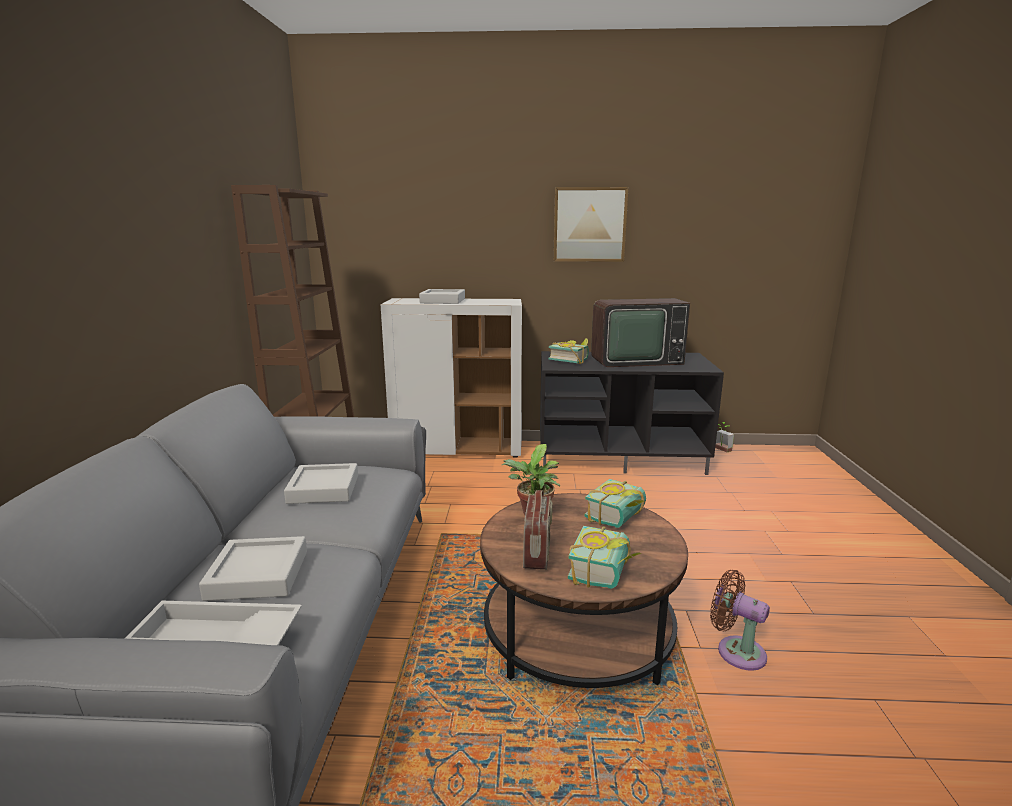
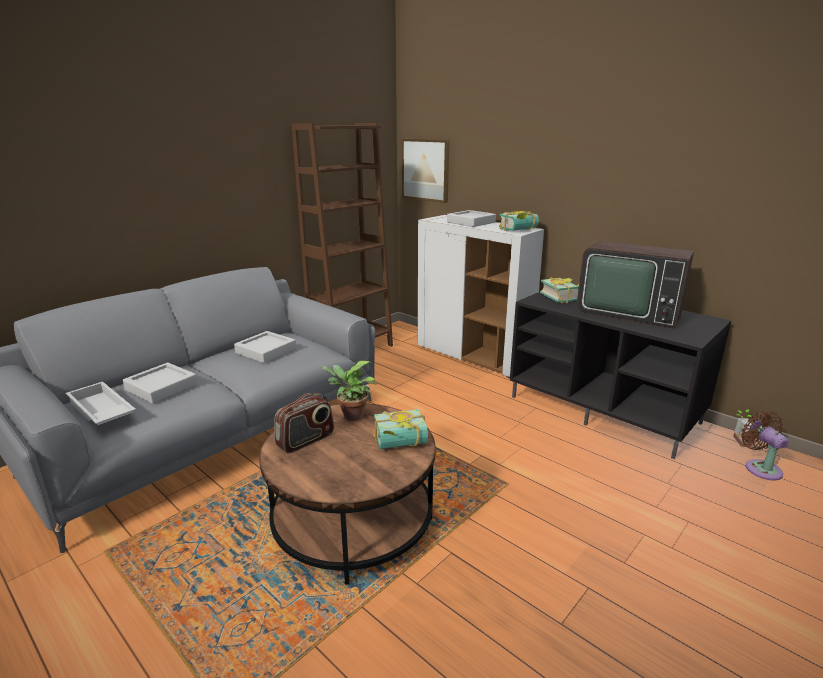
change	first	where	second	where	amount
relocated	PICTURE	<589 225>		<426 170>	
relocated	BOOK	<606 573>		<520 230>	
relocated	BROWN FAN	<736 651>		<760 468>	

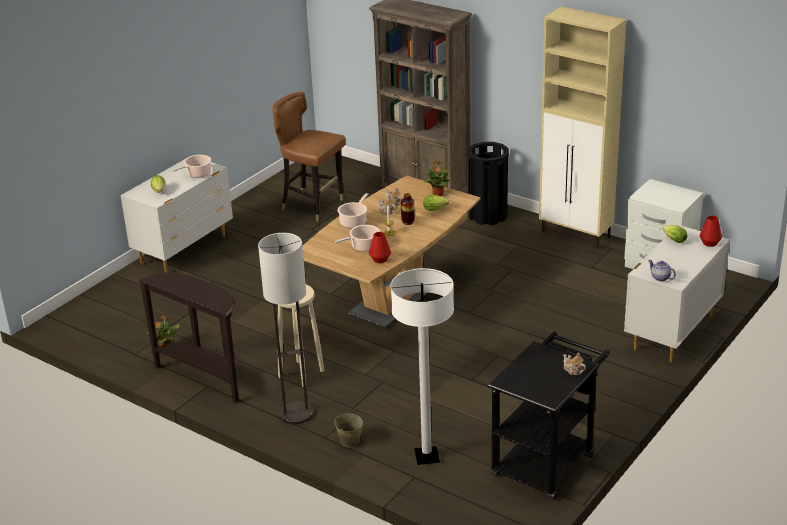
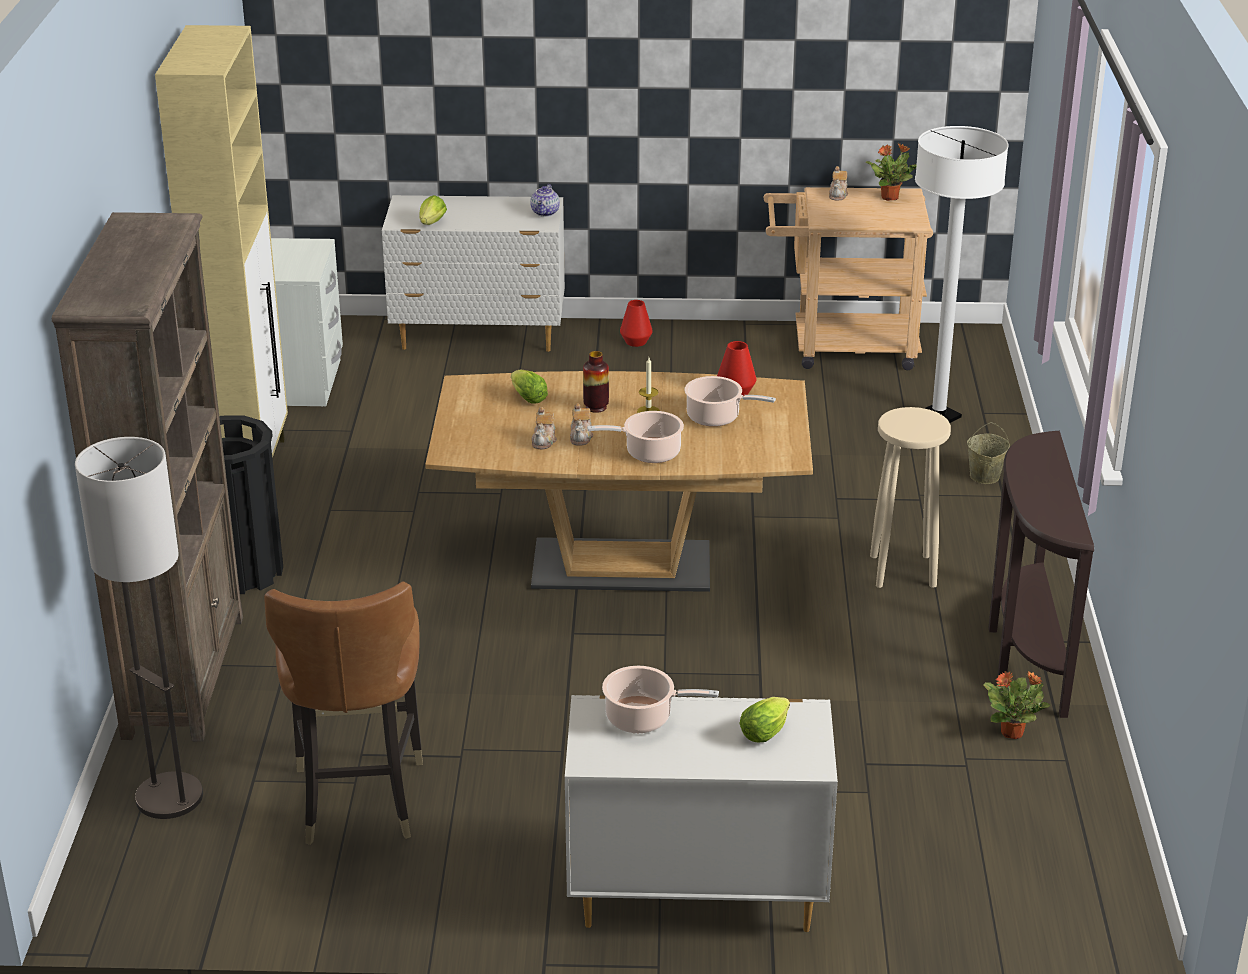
change	first	where	second	where	amount
relocated	POTTED PLANT	<437 194>		<890 197>	
relocated	RED VASE	<710 243>		<636 342>	
relocated	FLOOR LAMP	<296 413>		<168 797>	
colour	BLACK CART	<547 459>	BEIGE CART	<842 347>	

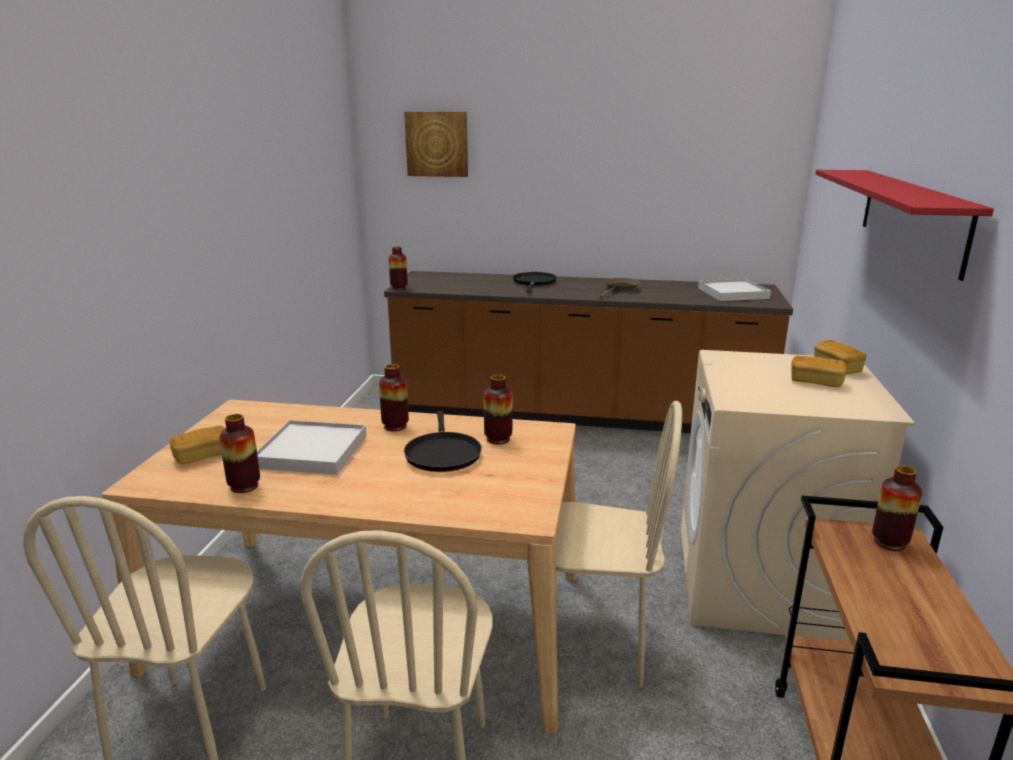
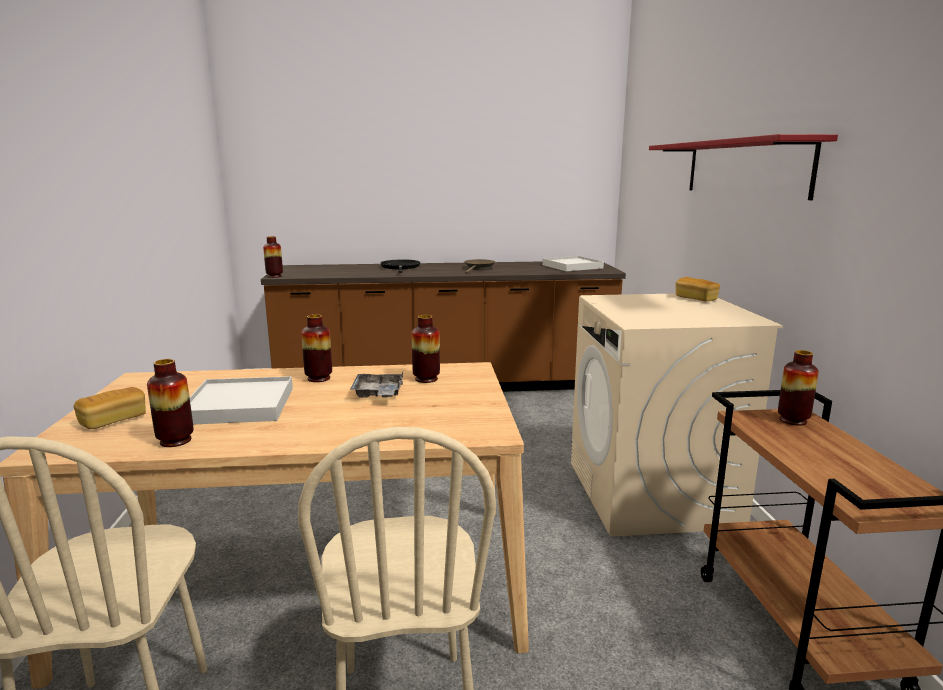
change	first	where	second	where	amount
missing	PICTURE	<437 144>			
missing	BREAD	<816 382>			
missing	BEIGE CHAIR	<593 644>			
exchanged	BLACK FRYING PAN	<442 453>	GREY TRAY	<378 394>	

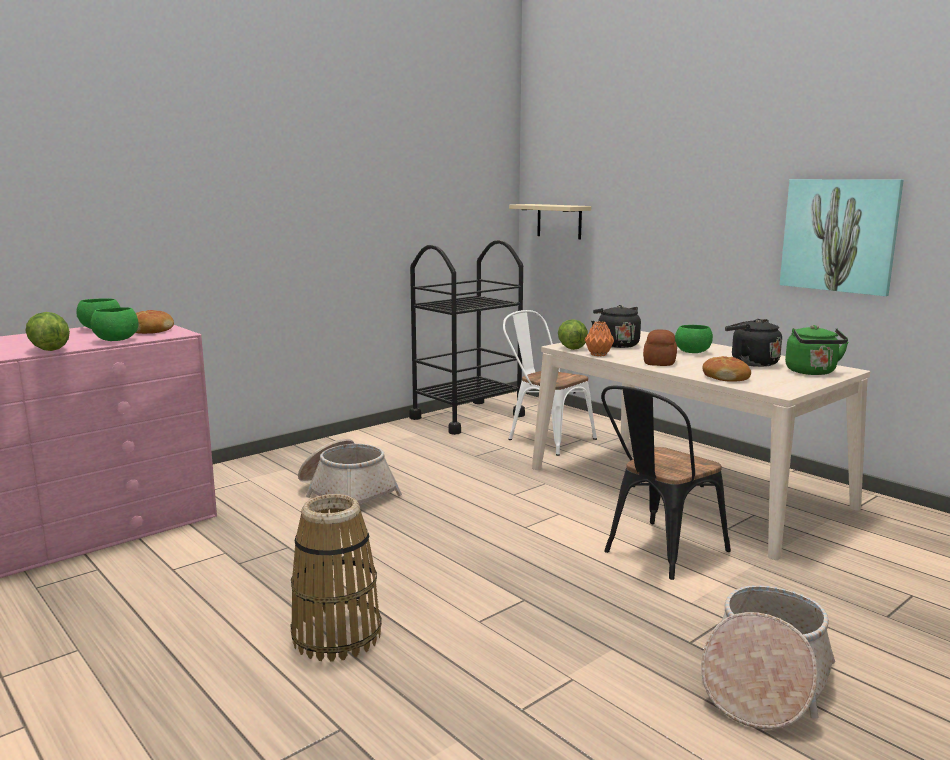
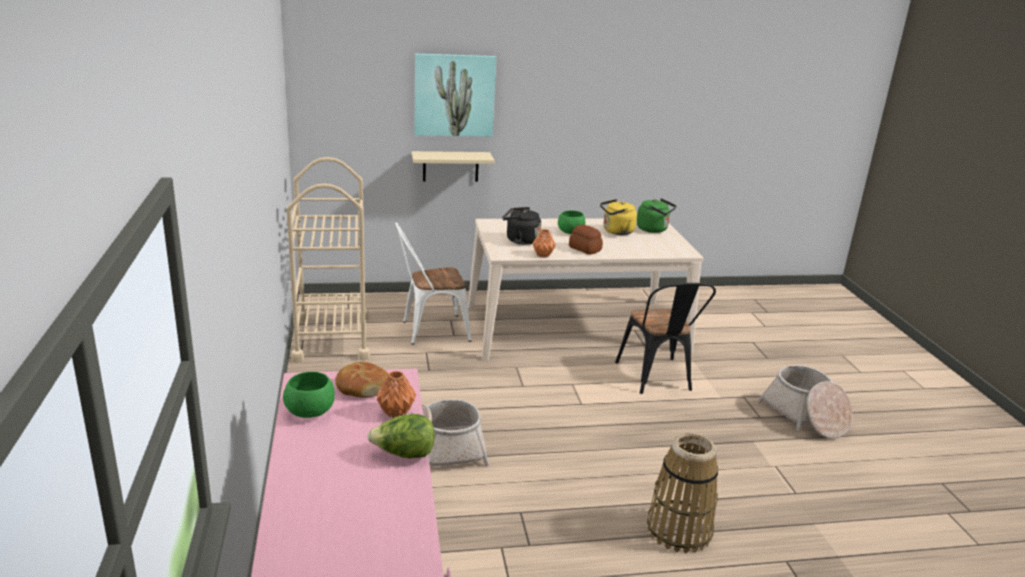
change	first	where	second	where	amount
relocated	PICTURE	<839 235>		<454 95>	
relocated	BEIGE SHELF	<559 221>		<450 166>	
colour	BLACK CART	<467 417>	BEIGE CART	<332 338>	
exchanged	GREEN BOWL	<117 340>	ORANGE VASE	<396 412>	
missing	LETTUCE	<571 348>			
colour	BLACK KETTLE	<751 363>	YELLOW KETTLE	<616 231>	
missing	BREAD	<725 377>			

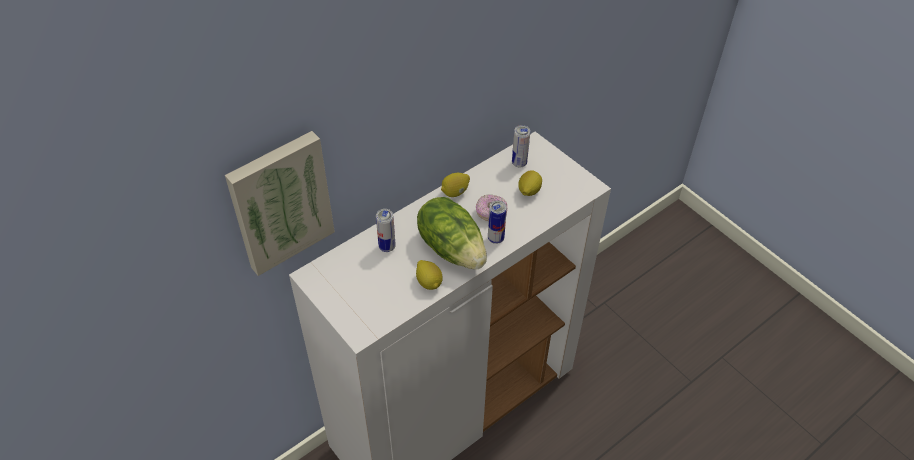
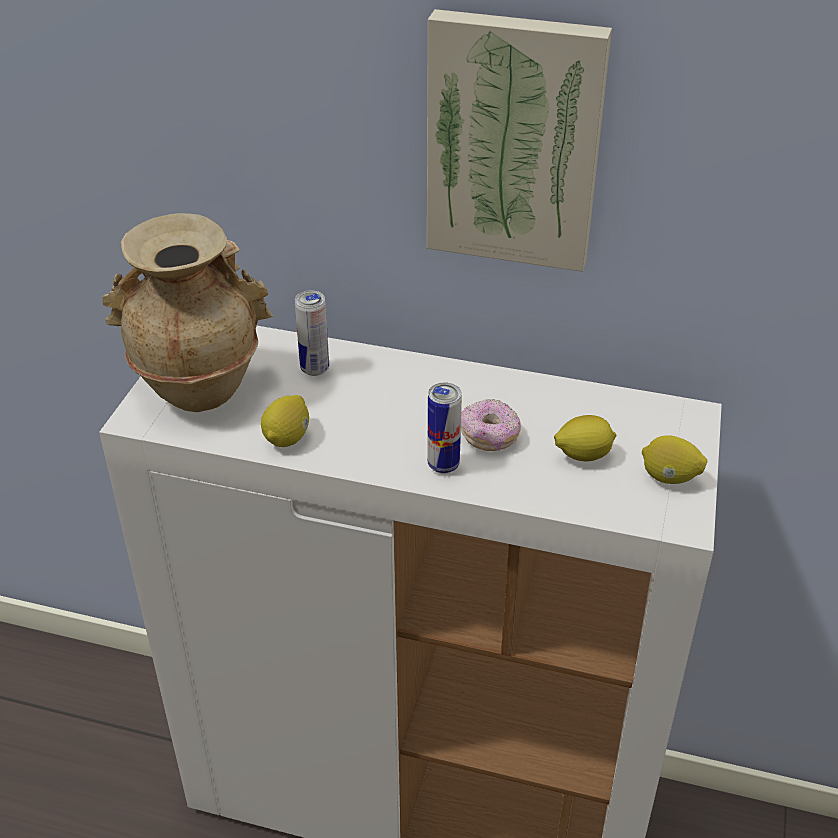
change	first	where	second	where	amount
missing	CAN	<519 163>			
relocated	PICTURE	<280 201>		<514 141>	
relocated	LEMON	<455 192>		<669 478>	
missing	LETTUCE	<452 248>			
appeared			BEIGE VASE	<198 388>	

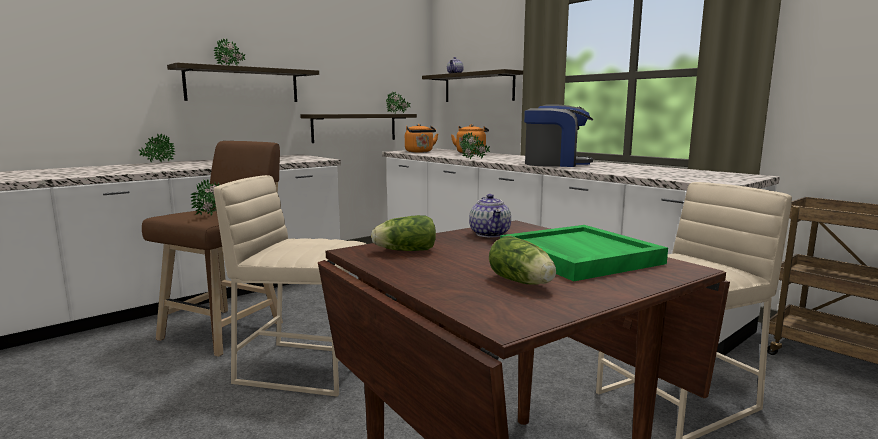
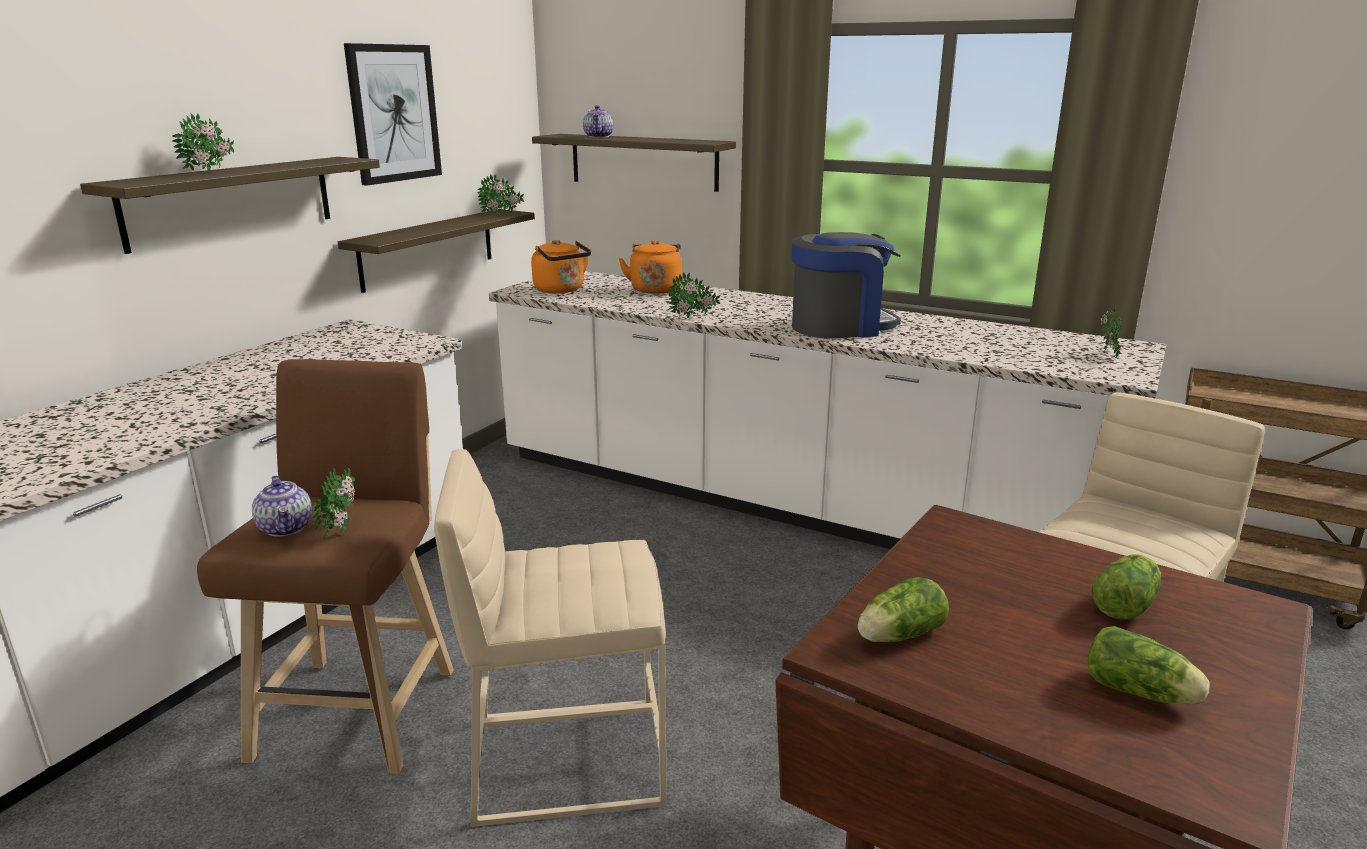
change	first	where	second	where	amount
relocated	POTTED PLANT	<158 163>		<1108 355>	
relocated	TEAPOT	<490 234>		<286 528>	
exchanged	GREEN TRAY	<577 256>	LETTUCE	<1126 603>	
appeared			PICTURE	<393 113>	

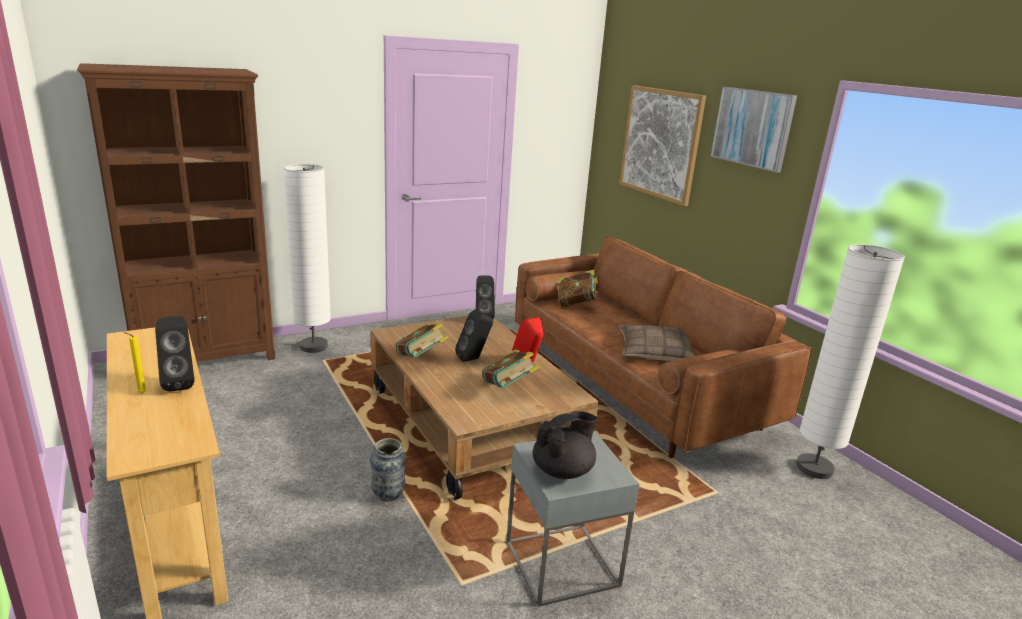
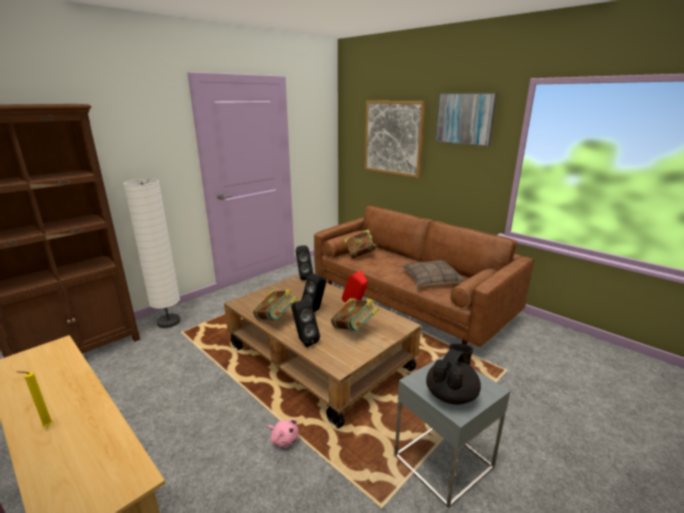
change	first	where	second	where	amount
missing	WHITE FLOOR LAMP	<814 468>			
relocated	BLACK SPEAKER	<179 383>		<304 341>	
exchanged	VASE	<388 495>	PINK PLUSH TOY	<284 439>	

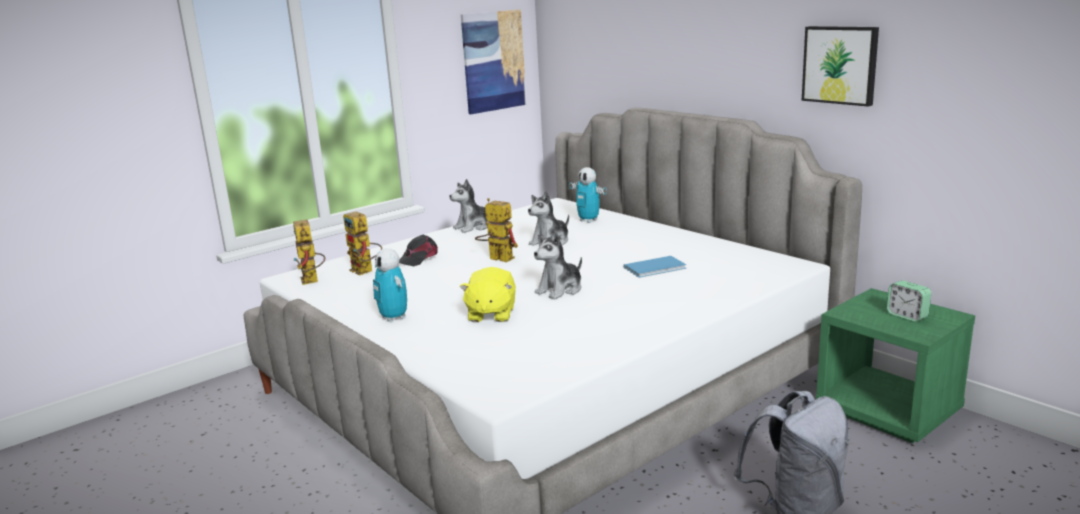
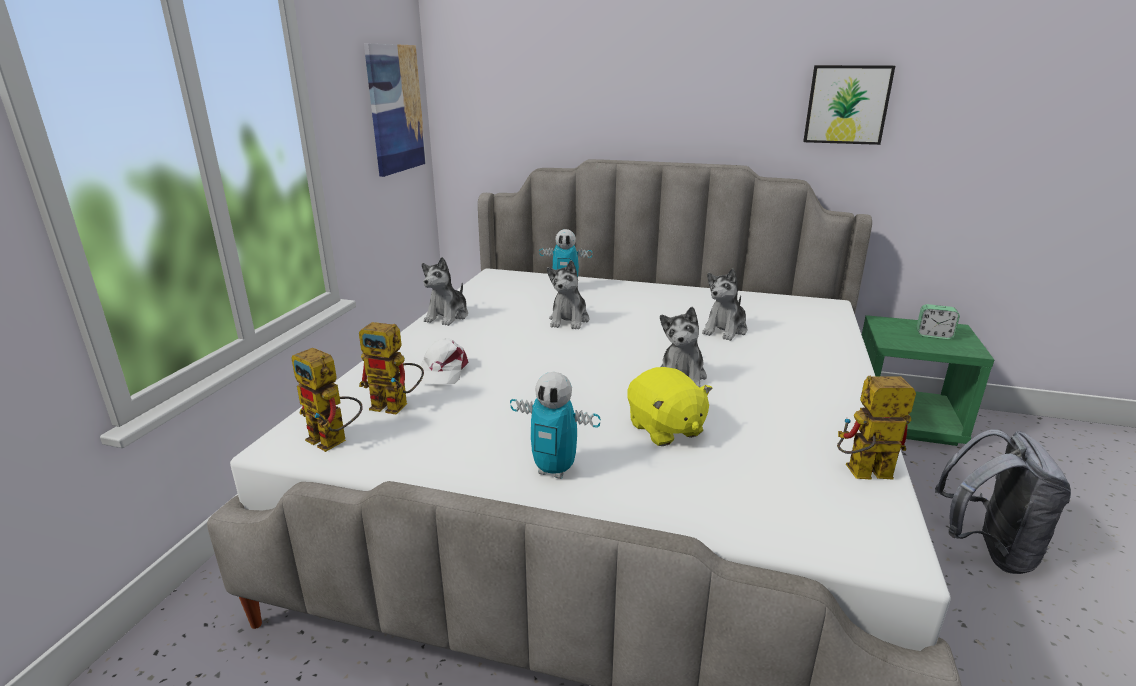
change	first	where	second	where	amount
relocated	TOY ROBOT	<496 258>		<861 474>	
colour	BLACK CAP	<418 258>	WHITE CAP	<443 371>	
exchanged	BLUE BOOK	<657 268>	PLUSH TOY	<725 330>	

